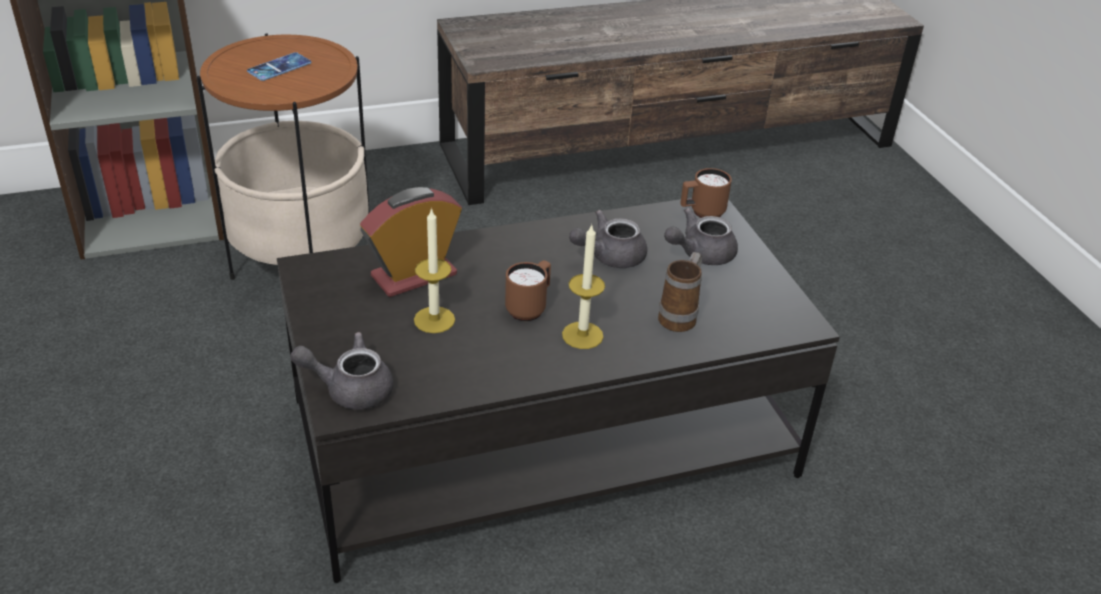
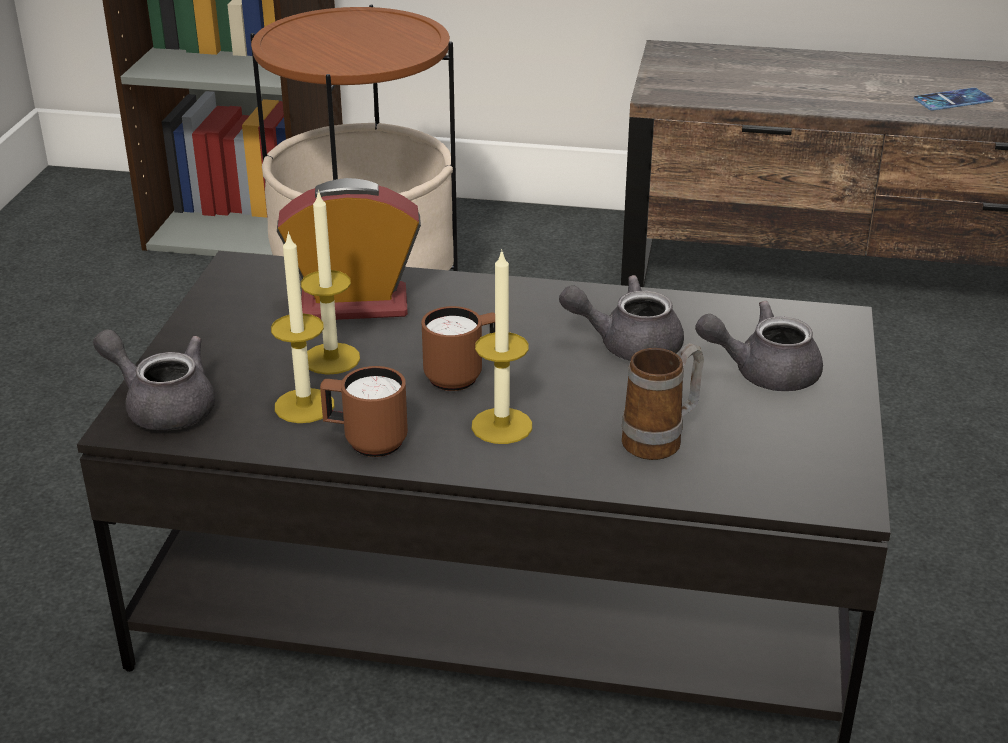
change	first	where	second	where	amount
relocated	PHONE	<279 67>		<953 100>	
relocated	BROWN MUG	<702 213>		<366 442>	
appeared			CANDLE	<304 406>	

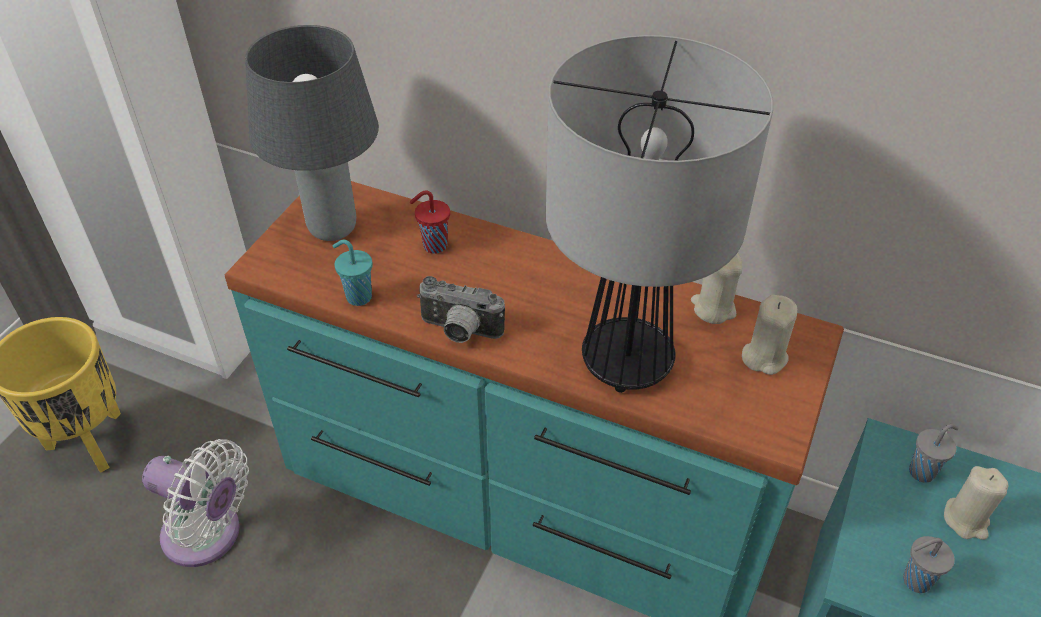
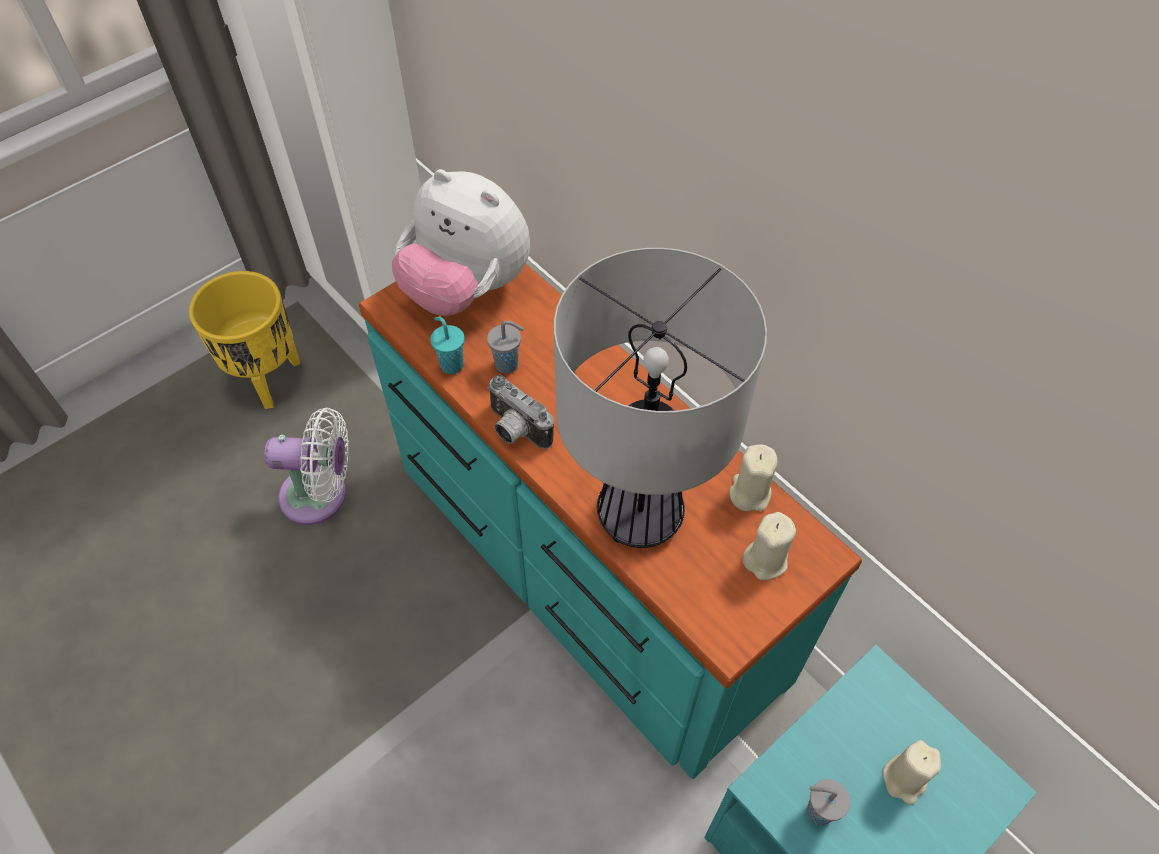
change	first	where	second	where	amount
exchanged	GREY TABLE LAMP	<334 228>	PLUSH TOY	<466 289>	
missing	RED CUP	<433 246>			
relocated	GREY CUP	<923 471>		<508 364>	
spun	WHITE FAN	<208 536>		<321 496>	45 degrees counterclockwise

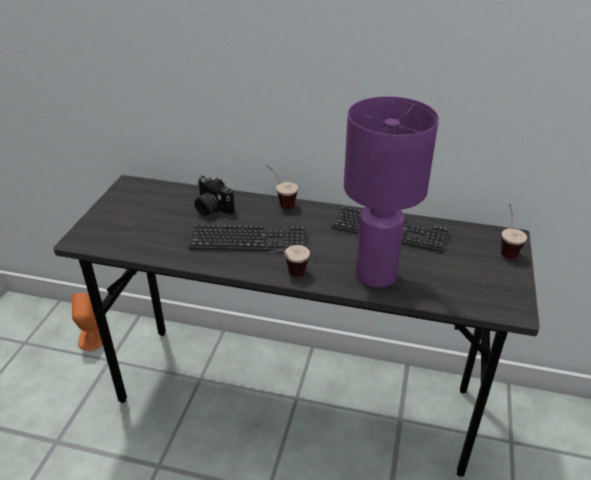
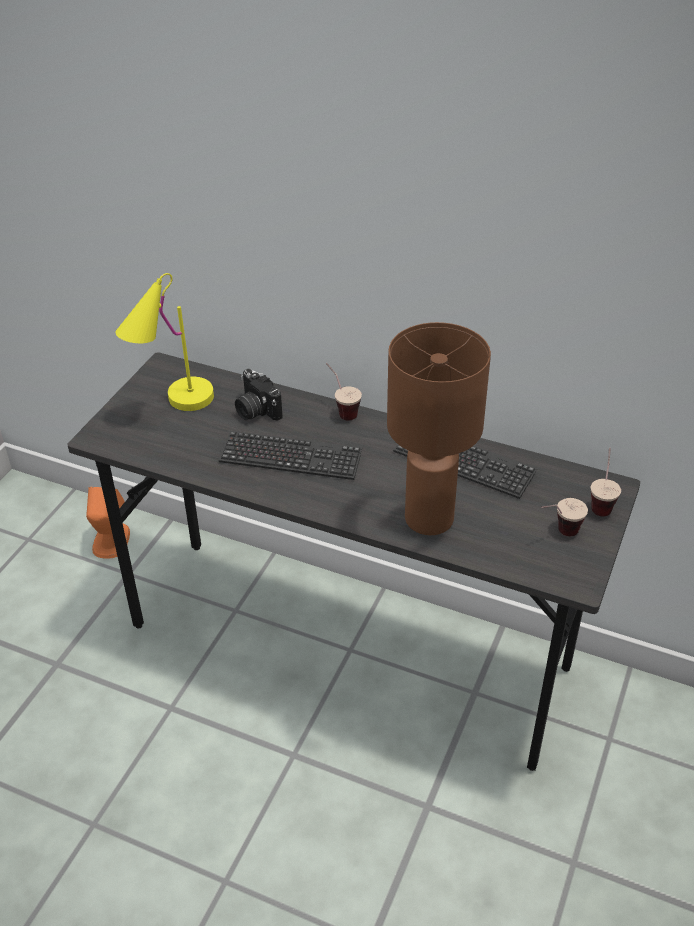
change	first	where	second	where	amount
colour	PURPLE TABLE LAMP	<376 276>	BROWN TABLE LAMP	<429 520>	
relocated	CUP	<289 276>		<558 534>	
appeared			YELLOW TABLE LAMP	<172 405>	

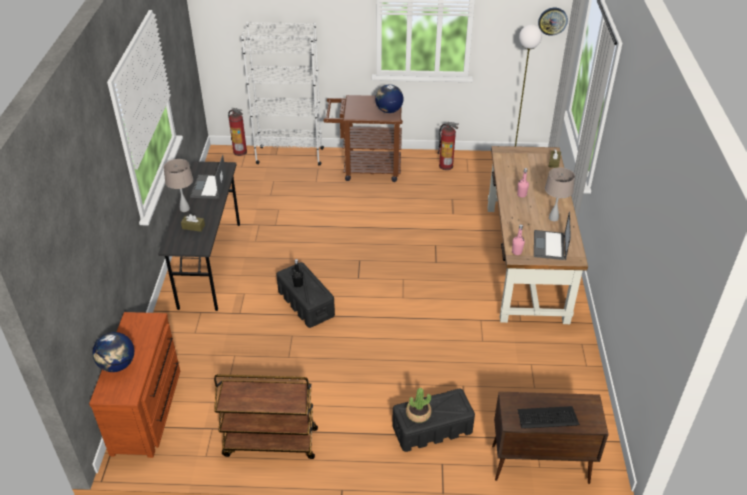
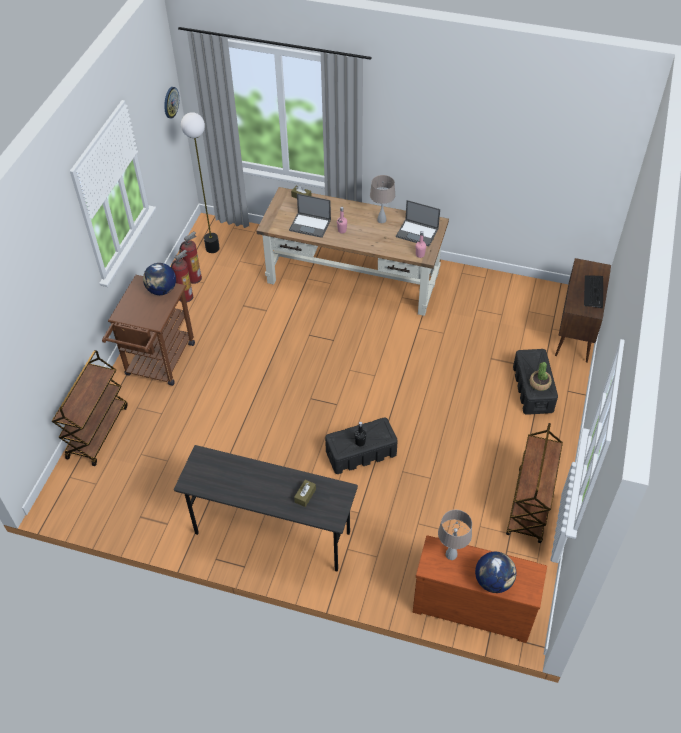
change	first	where	second	where	amount
exchanged	WHITE BOOKCASE	<289 156>	BROWN CART	<97 431>	
relocated	FIRE EXTINGUISHER	<240 152>		<194 278>	
relocated	LAPTOP	<208 187>		<310 225>	
relocated	BEIGE TABLE LAMP	<184 209>		<451 554>	

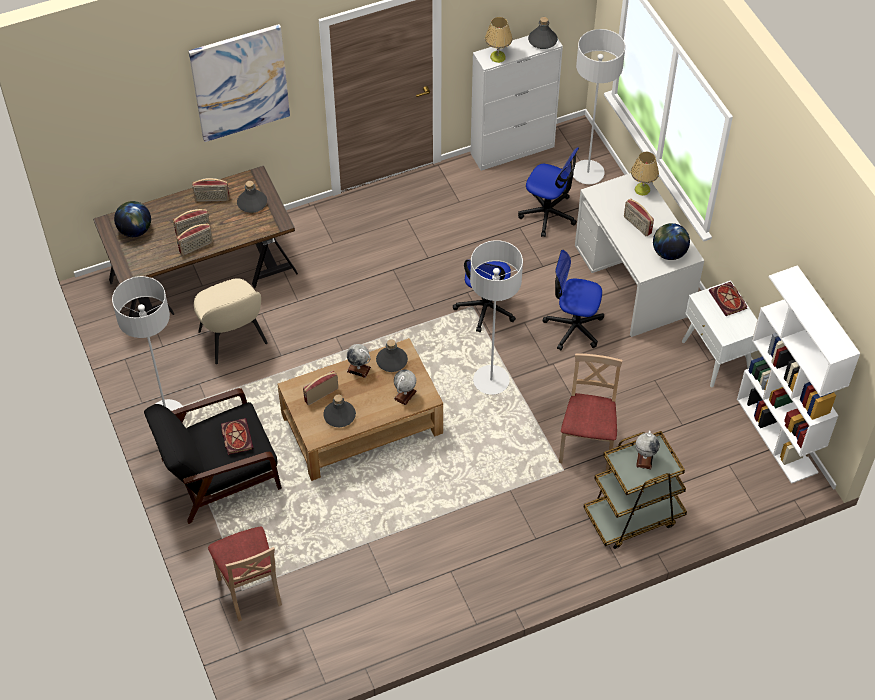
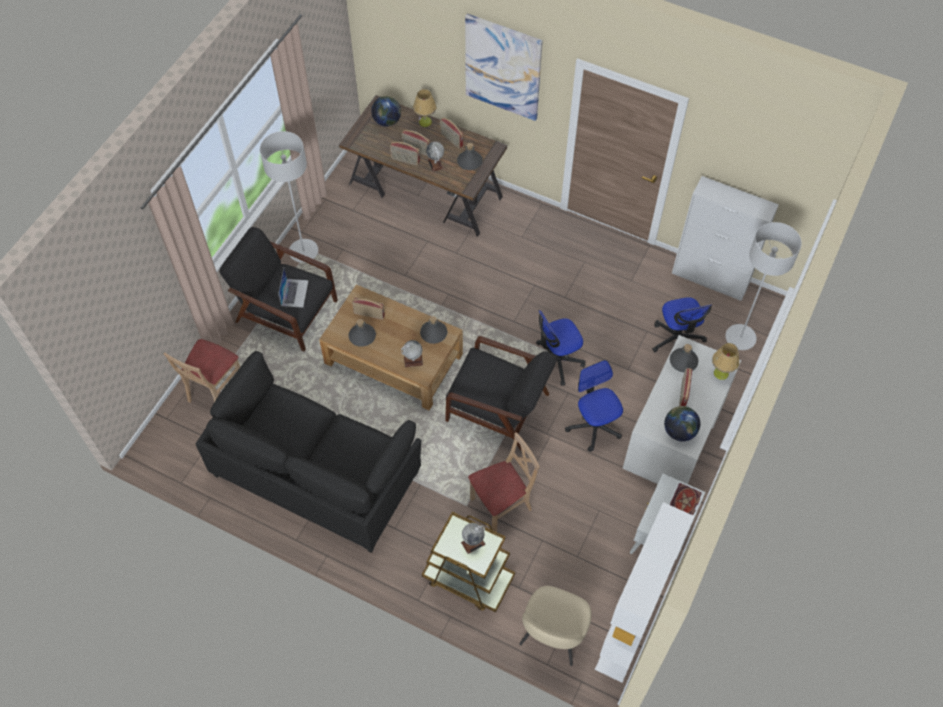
change	first	where	second	where	amount
relocated	TABLE LAMP	<497 57>		<425 122>	
relocated	GREY BOTTLE	<542 41>		<683 361>	
exchanged	GREY FLOOR LAMP	<491 381>	BLACK ARMCHAIR	<499 408>	
relocated	BEIGE CHAIR	<233 339>		<552 636>	
relocated	GLOBE	<359 369>		<435 164>	
exchanged	BOOK	<236 437>	LAPTOP	<294 293>	
appeared			BLACK SOFA	<317 473>	

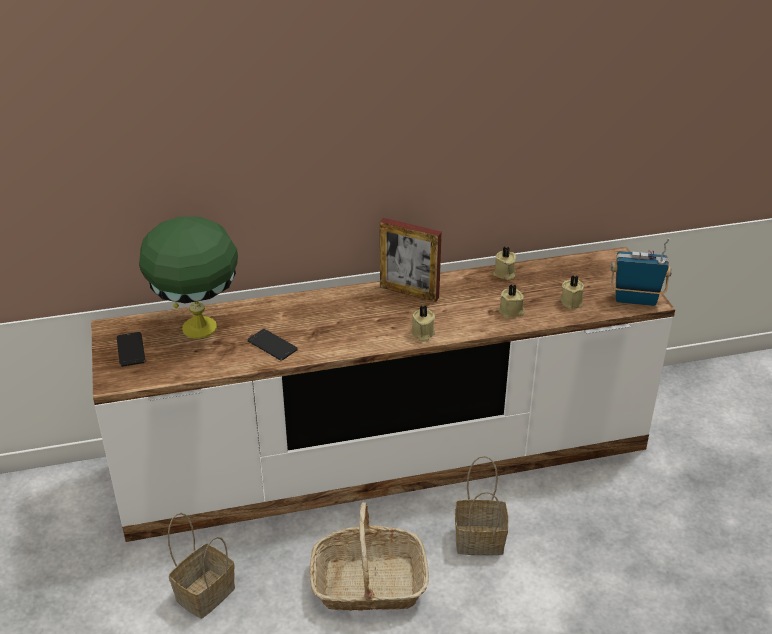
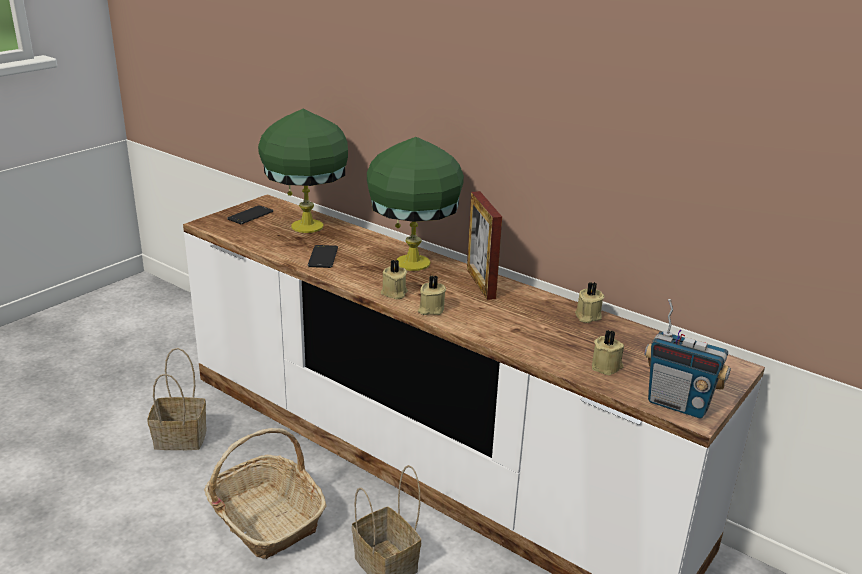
change	first	where	second	where	amount
spun	RADIO	<635 300>		<678 404>	150 degrees clockwise
relocated	BEIGE CANDLE	<511 312>		<394 293>	
appeared			GREEN TABLE LAMP	<413 262>	

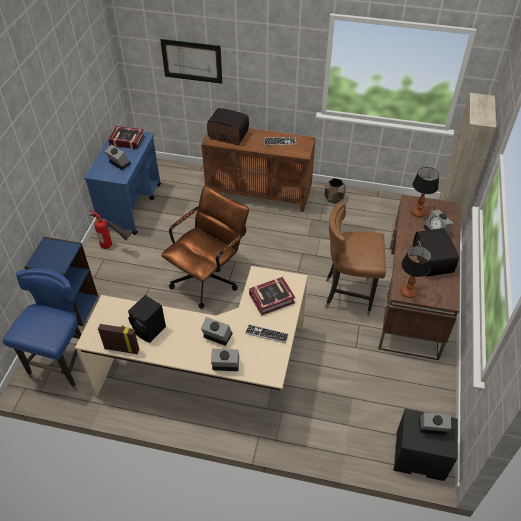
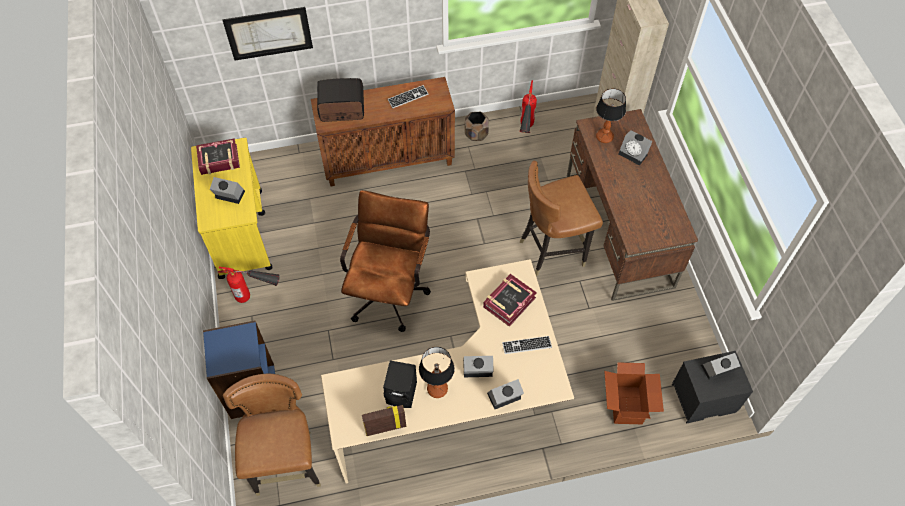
change	first	where	second	where	amount
colour	BLUE CART	<131 205>	YELLOW CART	<241 232>	
missing	RADIO	<433 261>			
relocated	TABLE LAMP	<408 292>		<437 389>	
colour	BLUE CHAIR	<64 366>	BROWN CHAIR	<288 465>	
appeared			FIRE EXTINGUISHER	<525 132>	
appeared			CARDBOARD BOX	<627 405>	

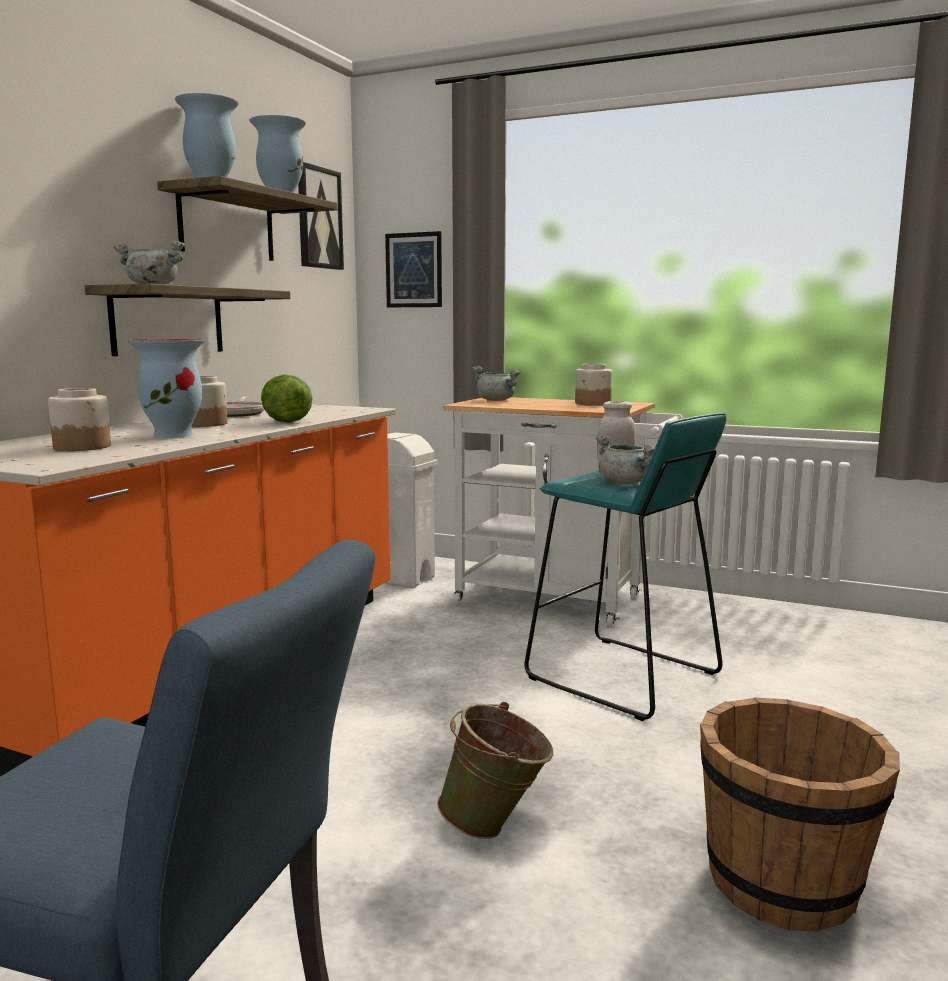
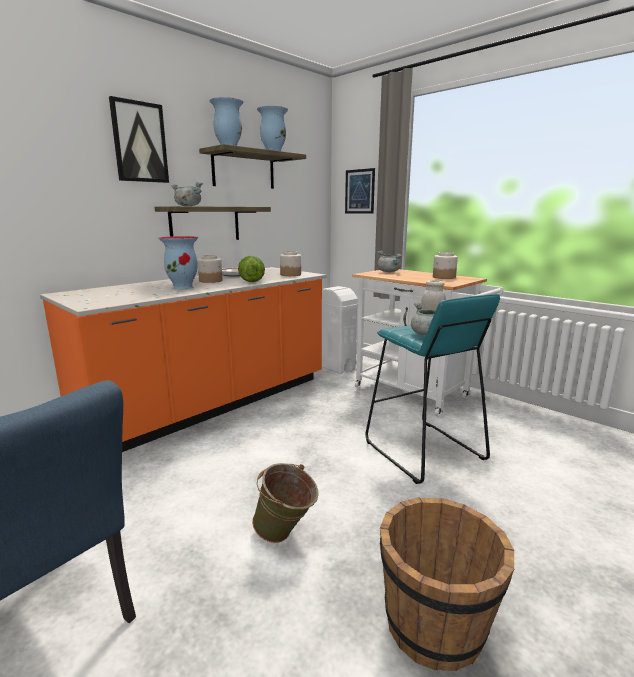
change	first	where	second	where	amount
relocated	PICTURE	<319 218>		<139 142>	
relocated	JAR	<82 447>		<290 274>	

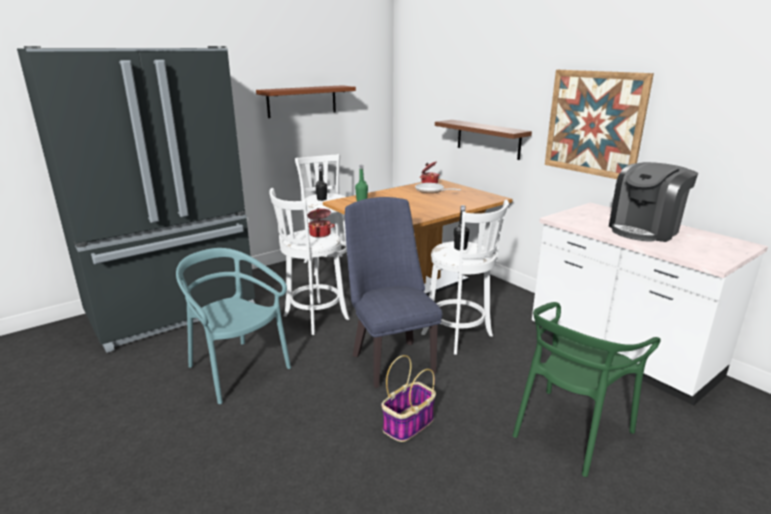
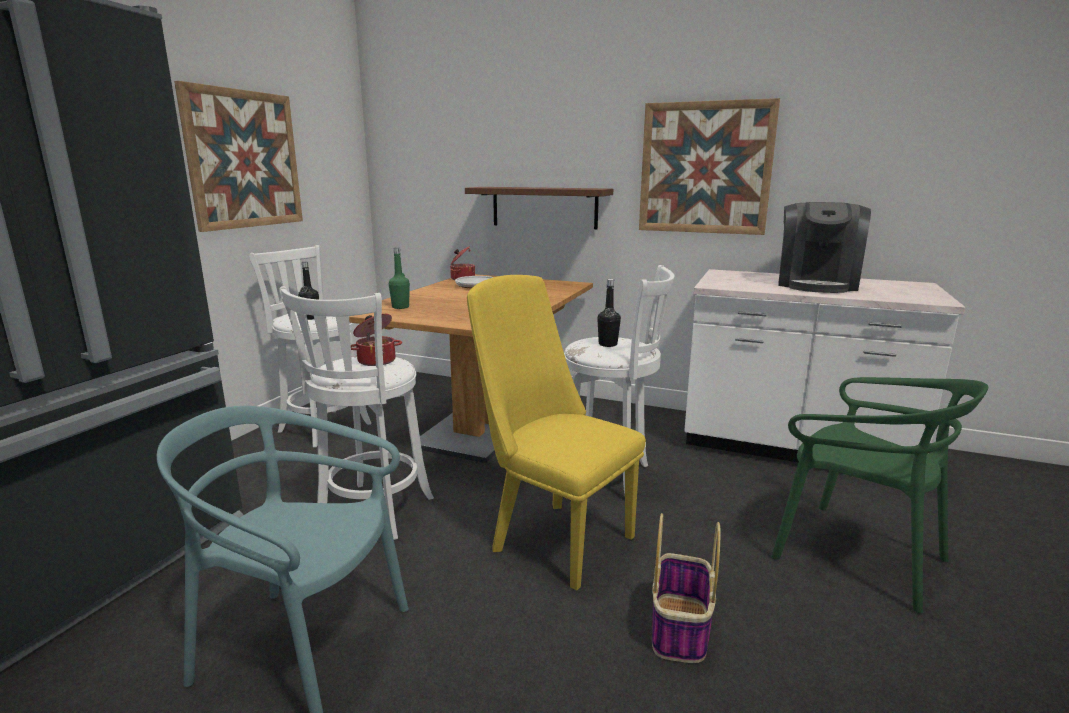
change	first	where	second	where	amount
exchanged	BROWN SHELF	<302 101>	PICTURE	<244 159>	
colour	BLUE CHAIR	<390 359>	YELLOW CHAIR	<553 538>	
spun	GREEN CHAIR	<570 431>		<858 555>	60 degrees counterclockwise

